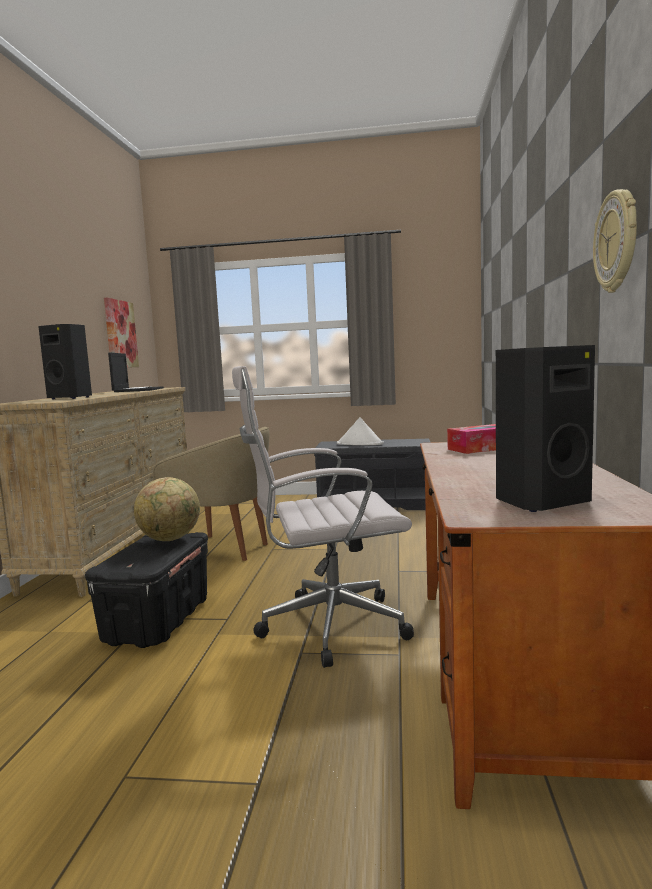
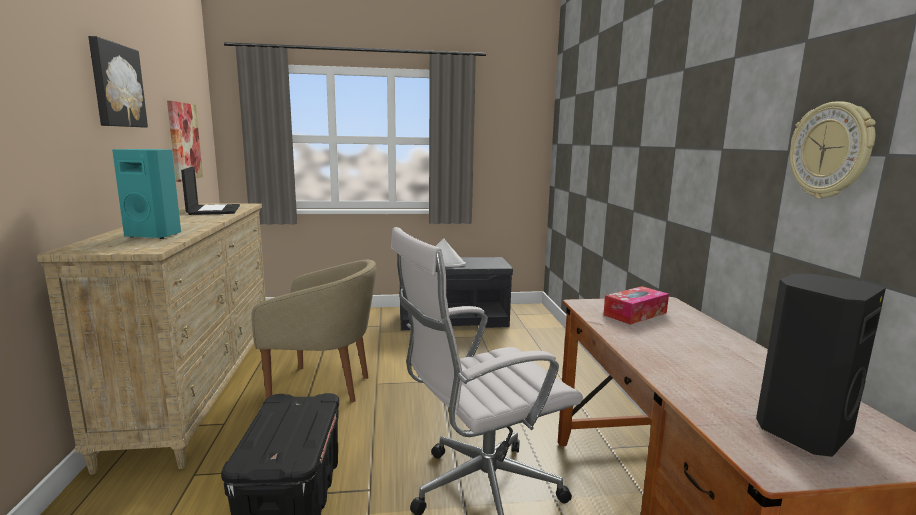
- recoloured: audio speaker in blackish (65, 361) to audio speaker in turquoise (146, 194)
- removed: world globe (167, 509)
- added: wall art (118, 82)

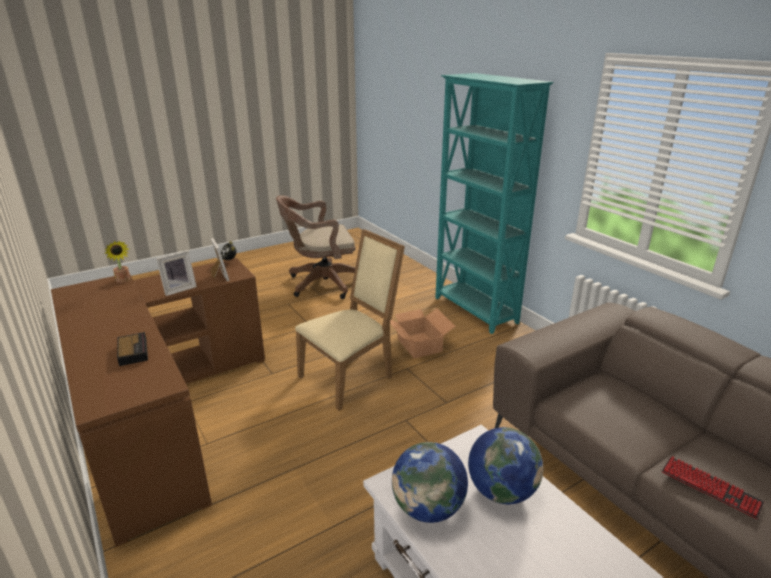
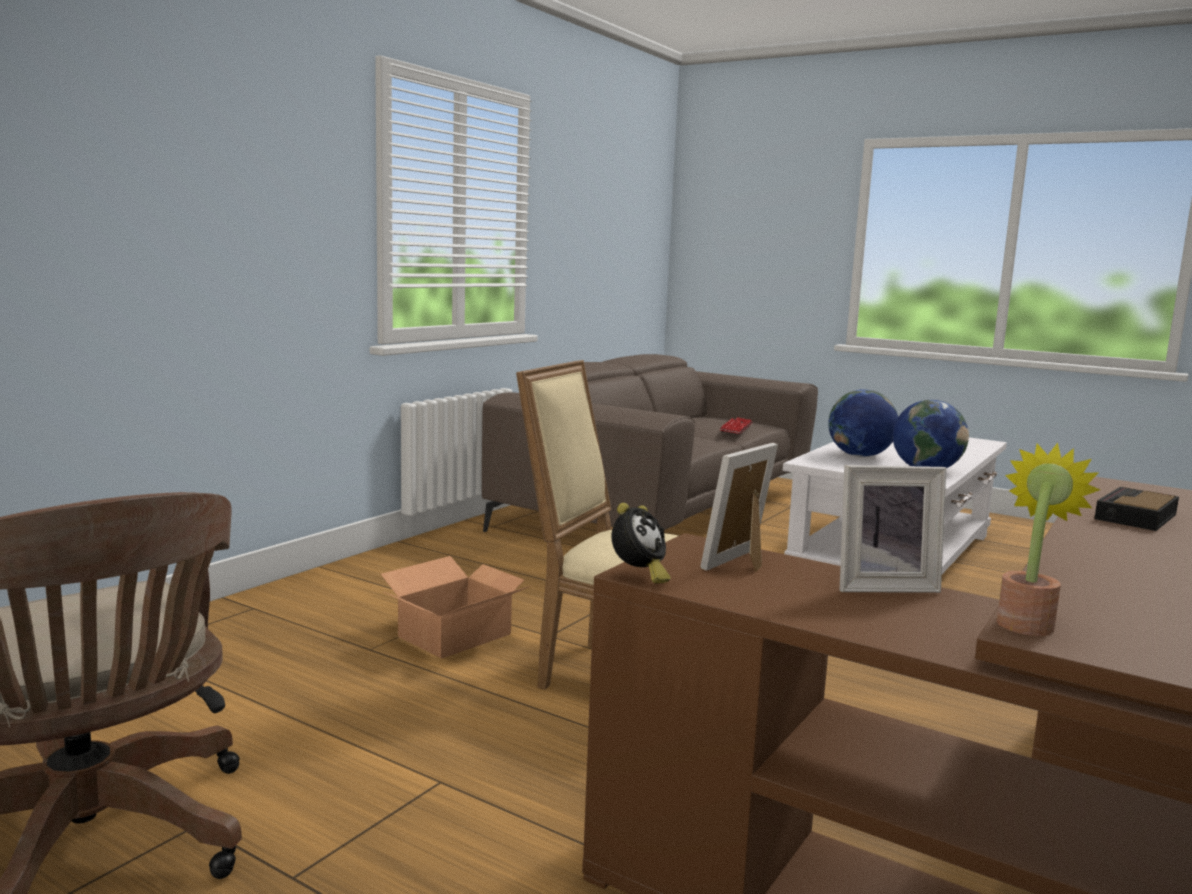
- turned: standing frame (176, 273) = (893, 529) 150 degrees clockwise
- removed: shelving unit in turquoise (494, 203)

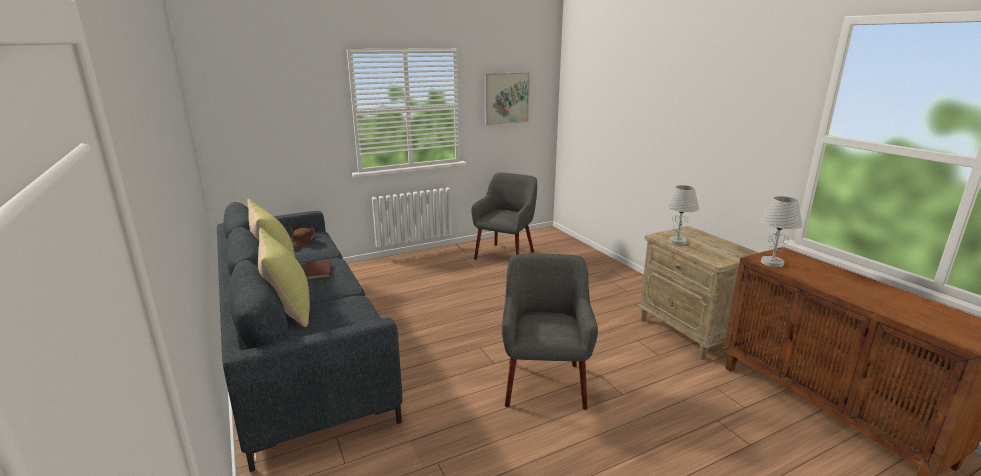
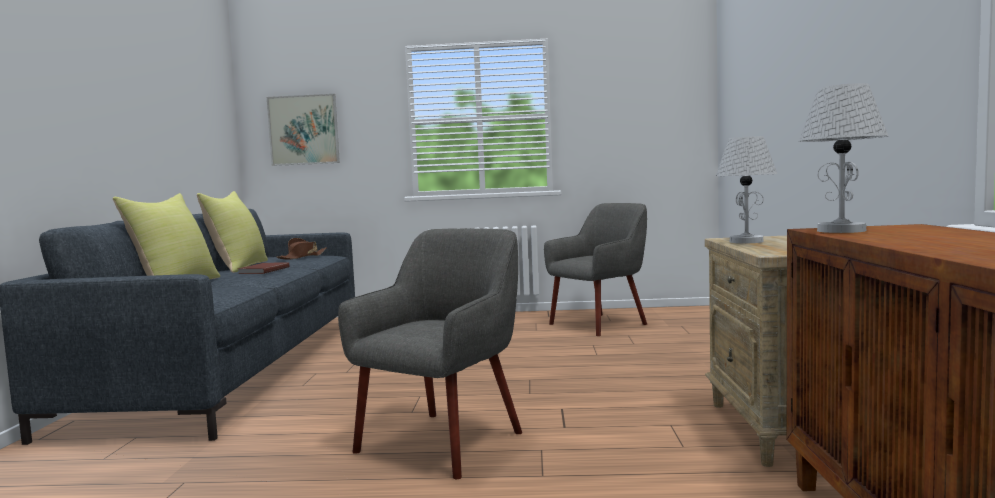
- moved: wall art (507, 98) to (303, 130)

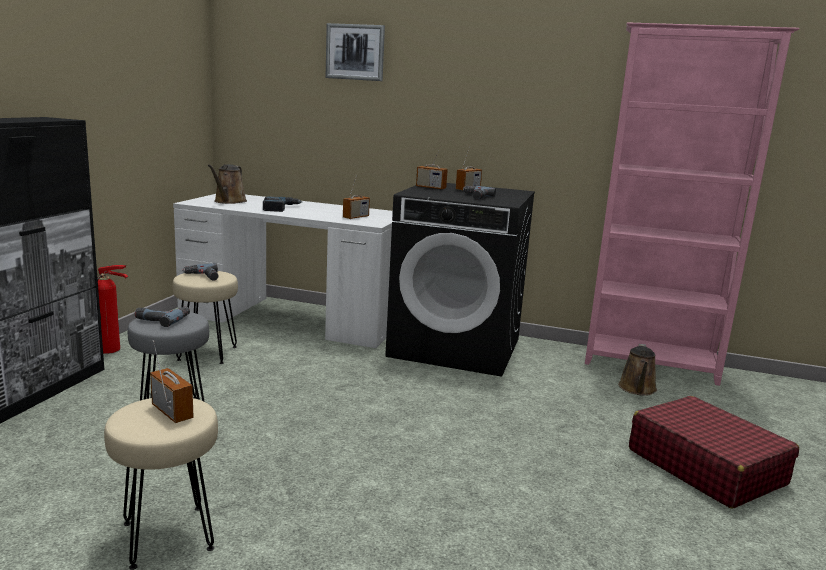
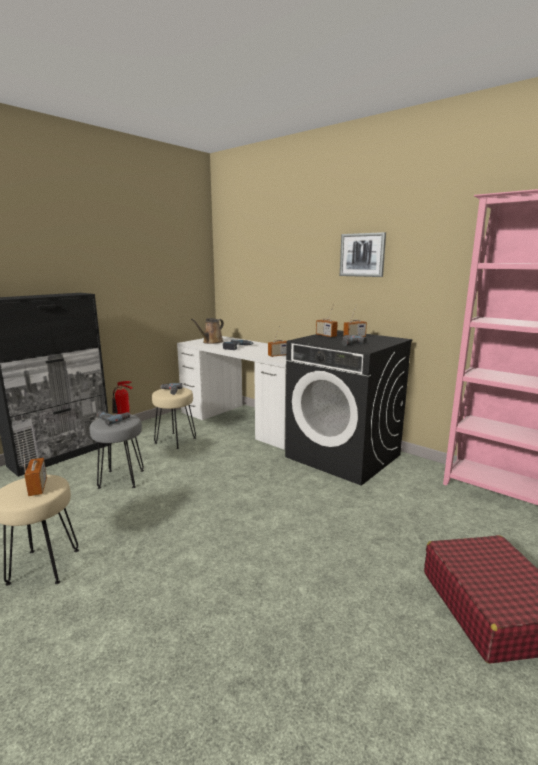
- moved: wall art (355, 52) to (363, 254)
- removed: watering pot in brownish (637, 370)

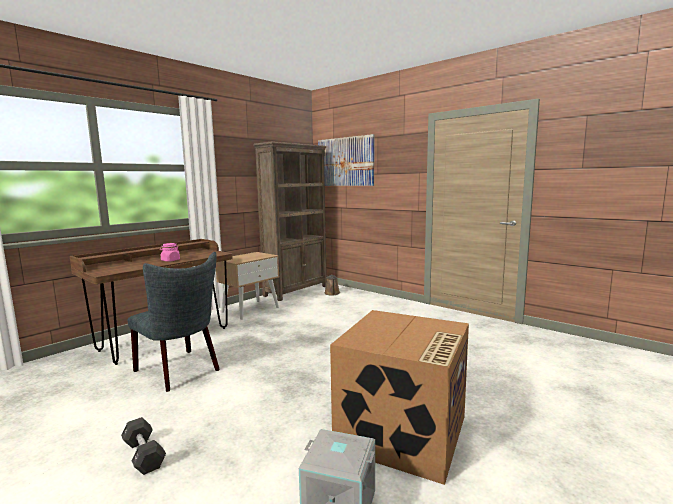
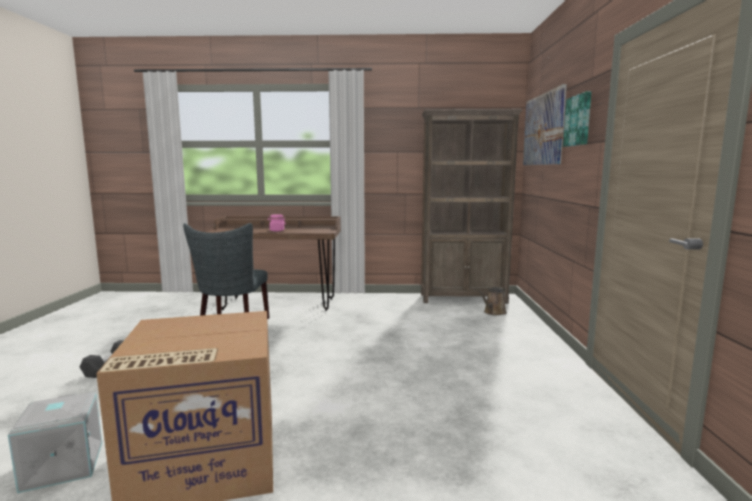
- removed: night table in beige (248, 286)
- added: wall art (577, 119)

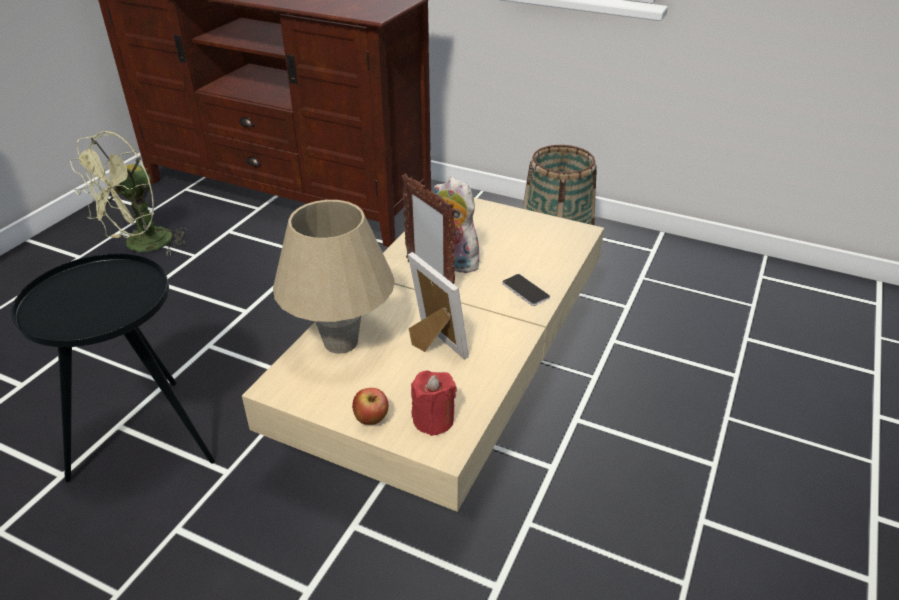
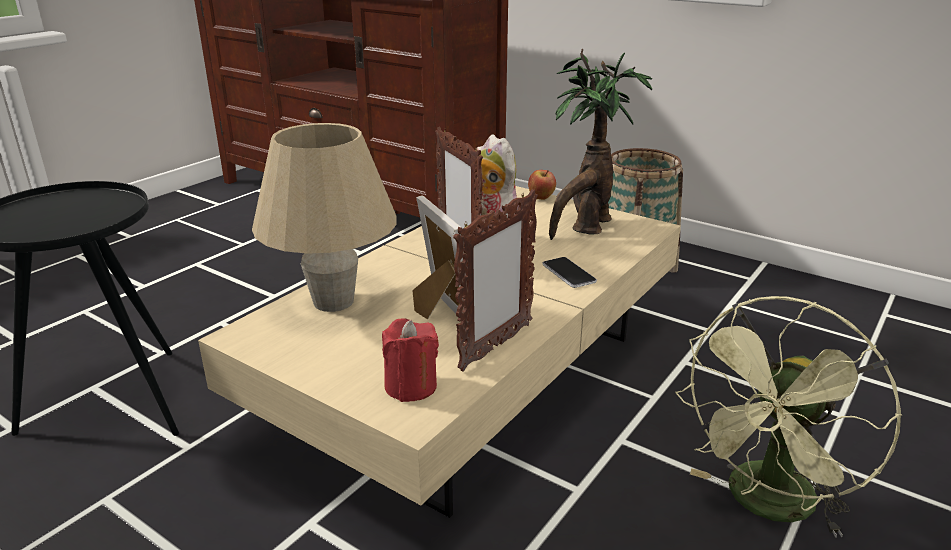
- moved: electric fan in green (128, 193) to (788, 417)
- moved: whole apple (370, 406) to (542, 185)
- added: standing frame (495, 280)
- added: potted plant (600, 144)

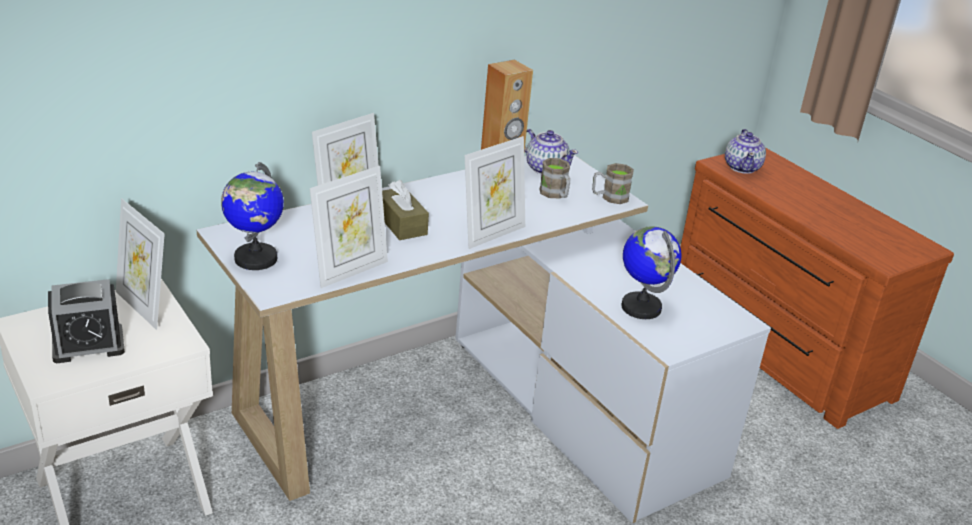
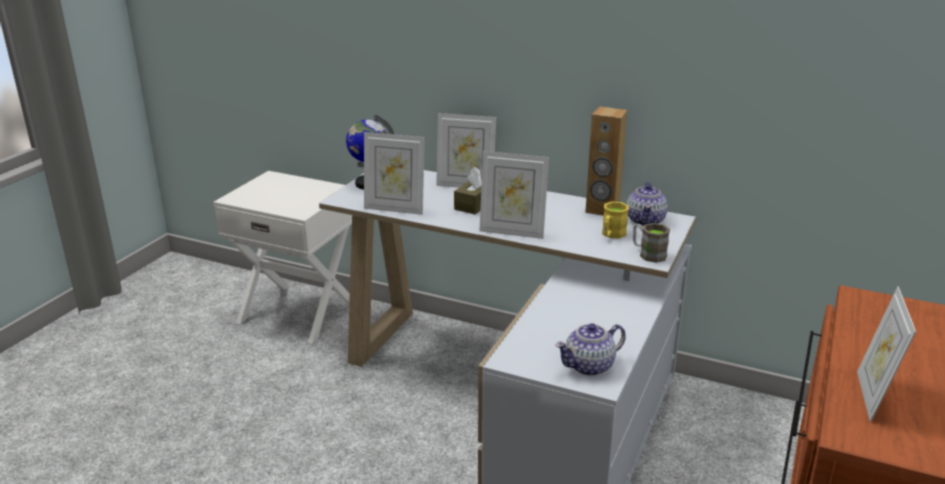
- removed: table clock (86, 321)
- moved: standing frame (140, 264) to (886, 354)
- recoloured: coffee mug in brownish (555, 178) to coffee mug in yellow-coloured (615, 220)
- removed: world globe (652, 272)
- moved: pot for tea (745, 151) to (590, 349)

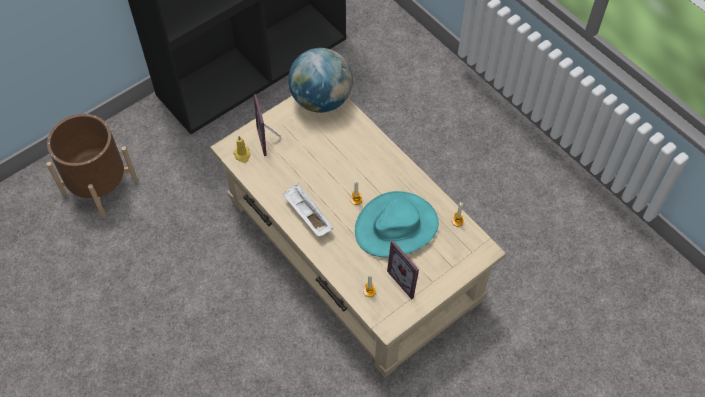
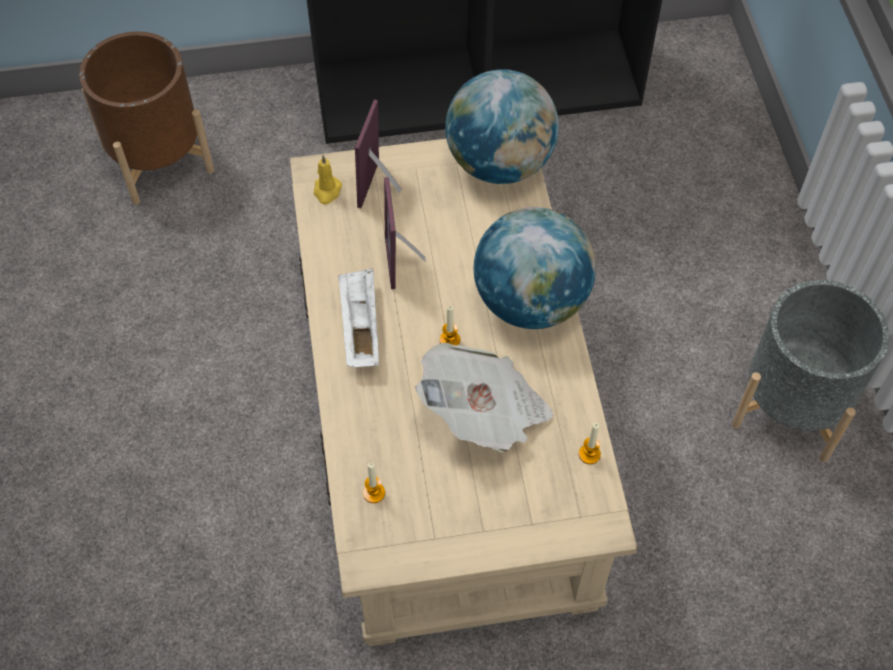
- replaced: wearable hat in turquoise (397, 224) to daily paper (484, 397)
- moved: standing frame (403, 270) to (405, 233)
- added: world globe (534, 268)
- added: flower pot in greyish (810, 371)

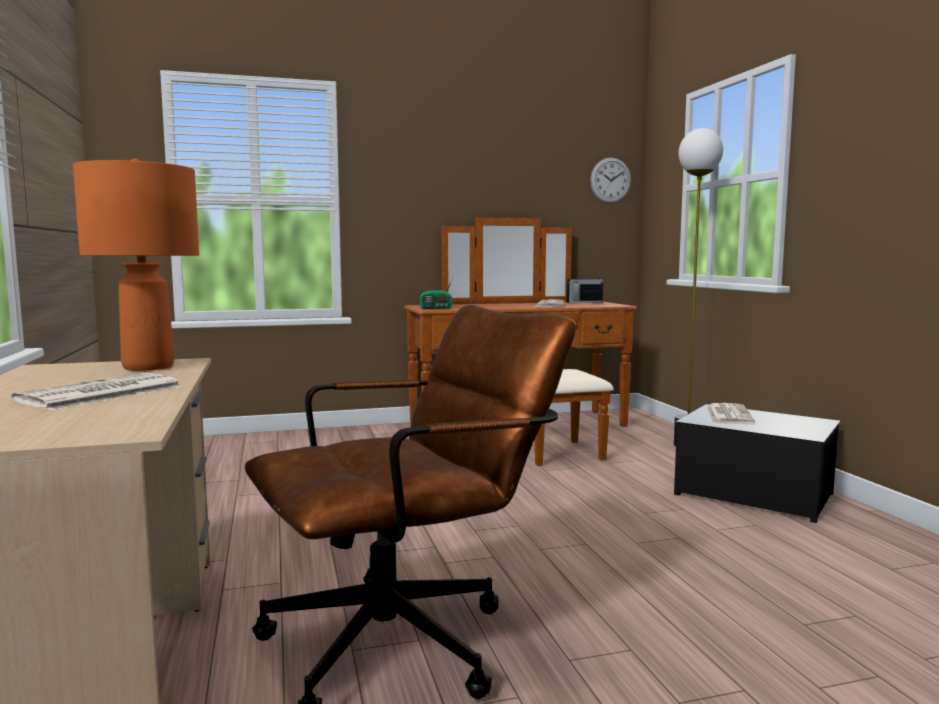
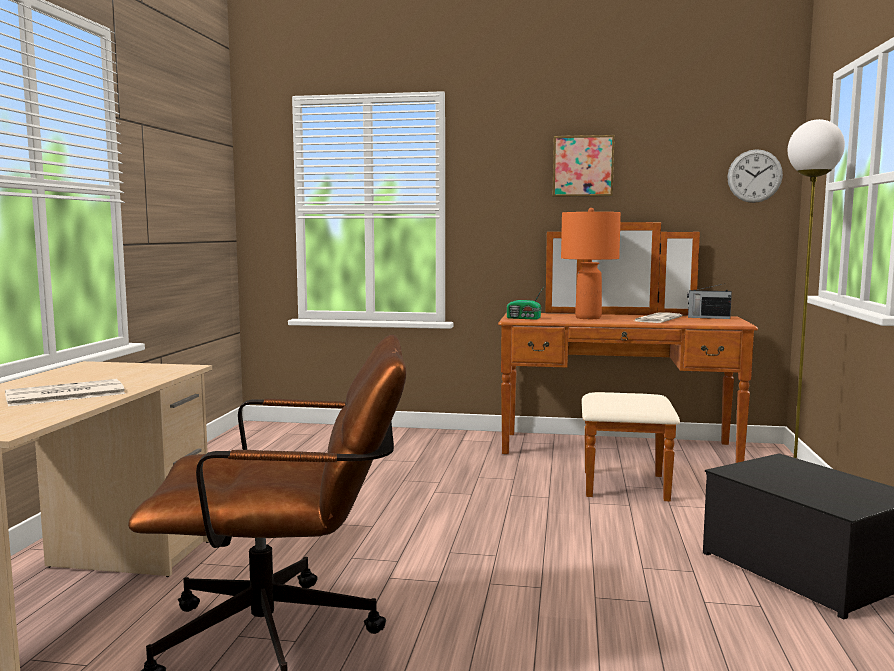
- moved: tabletop lamp in orange (136, 264) to (591, 263)
- removed: daily paper (730, 413)
- added: wall art (583, 166)

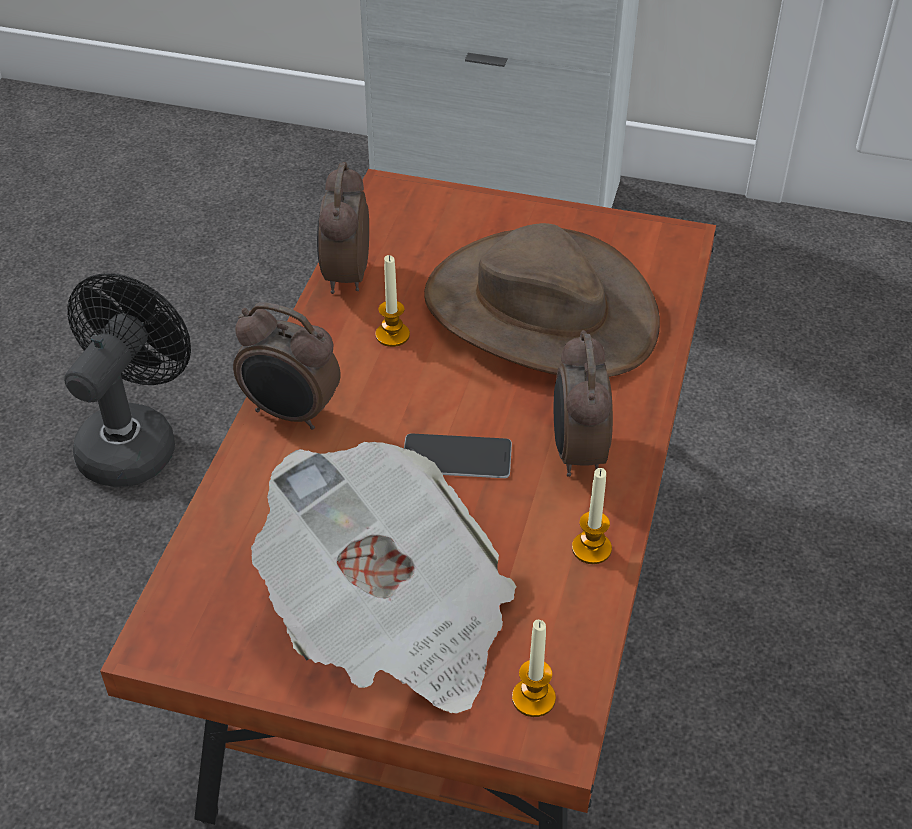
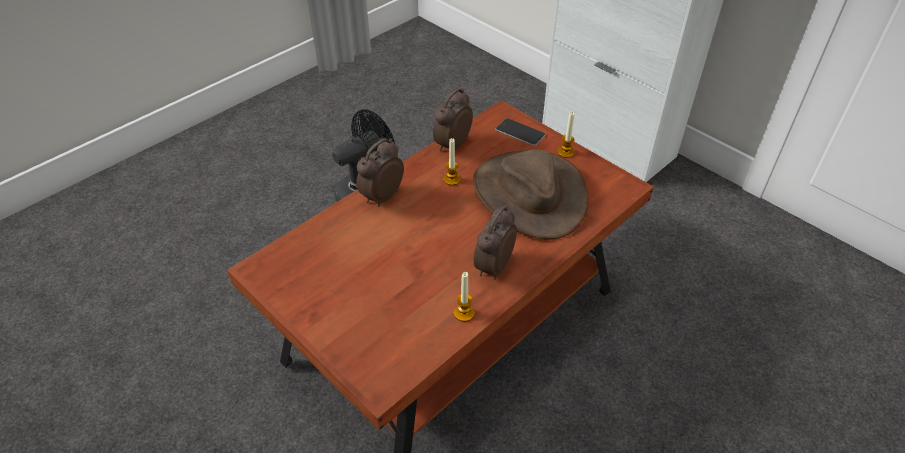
- turned: table clock (287, 366) = (380, 172) 75 degrees clockwise
- removed: daily paper (383, 578)
- moved: telephone (458, 456) to (520, 132)
- moved: wax light (534, 668) to (566, 135)

